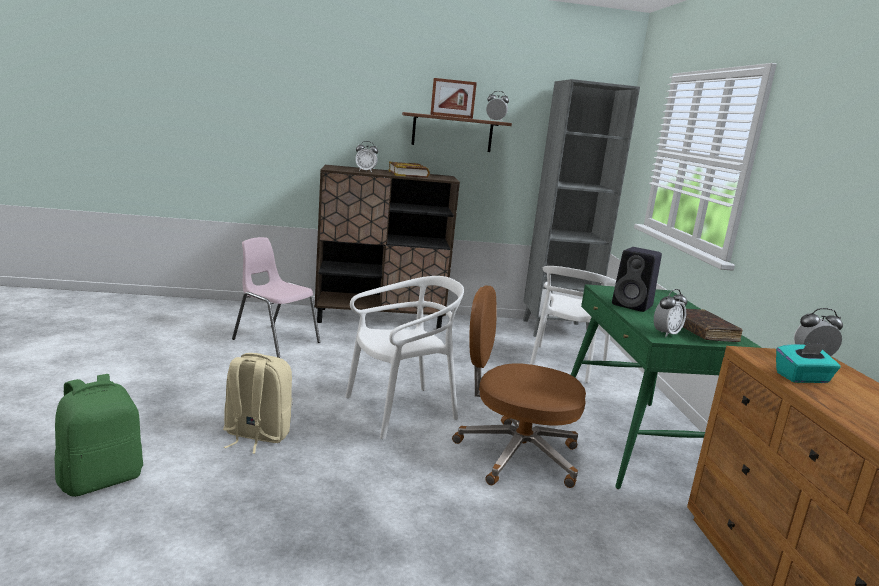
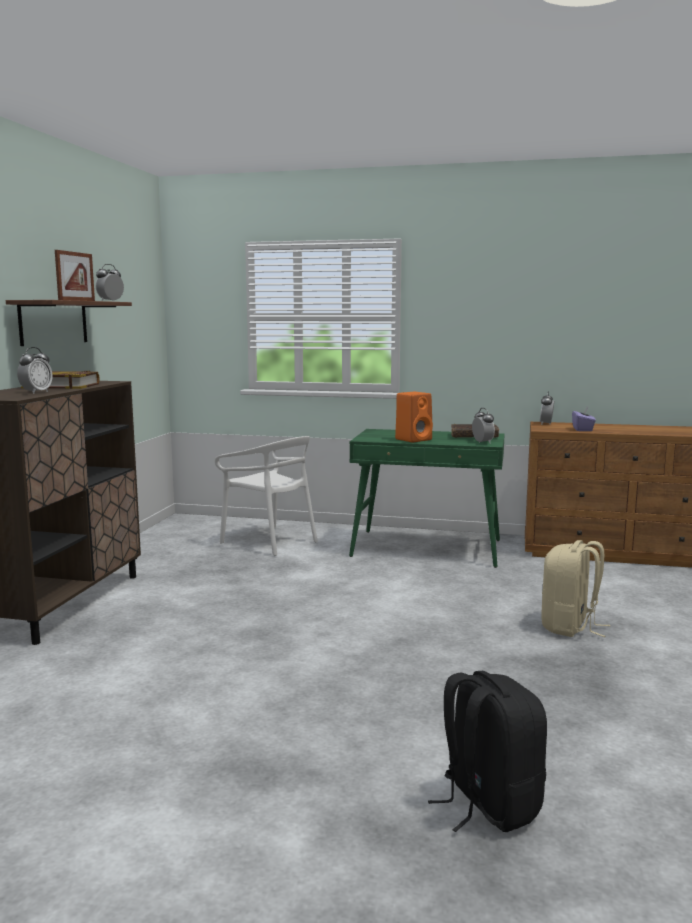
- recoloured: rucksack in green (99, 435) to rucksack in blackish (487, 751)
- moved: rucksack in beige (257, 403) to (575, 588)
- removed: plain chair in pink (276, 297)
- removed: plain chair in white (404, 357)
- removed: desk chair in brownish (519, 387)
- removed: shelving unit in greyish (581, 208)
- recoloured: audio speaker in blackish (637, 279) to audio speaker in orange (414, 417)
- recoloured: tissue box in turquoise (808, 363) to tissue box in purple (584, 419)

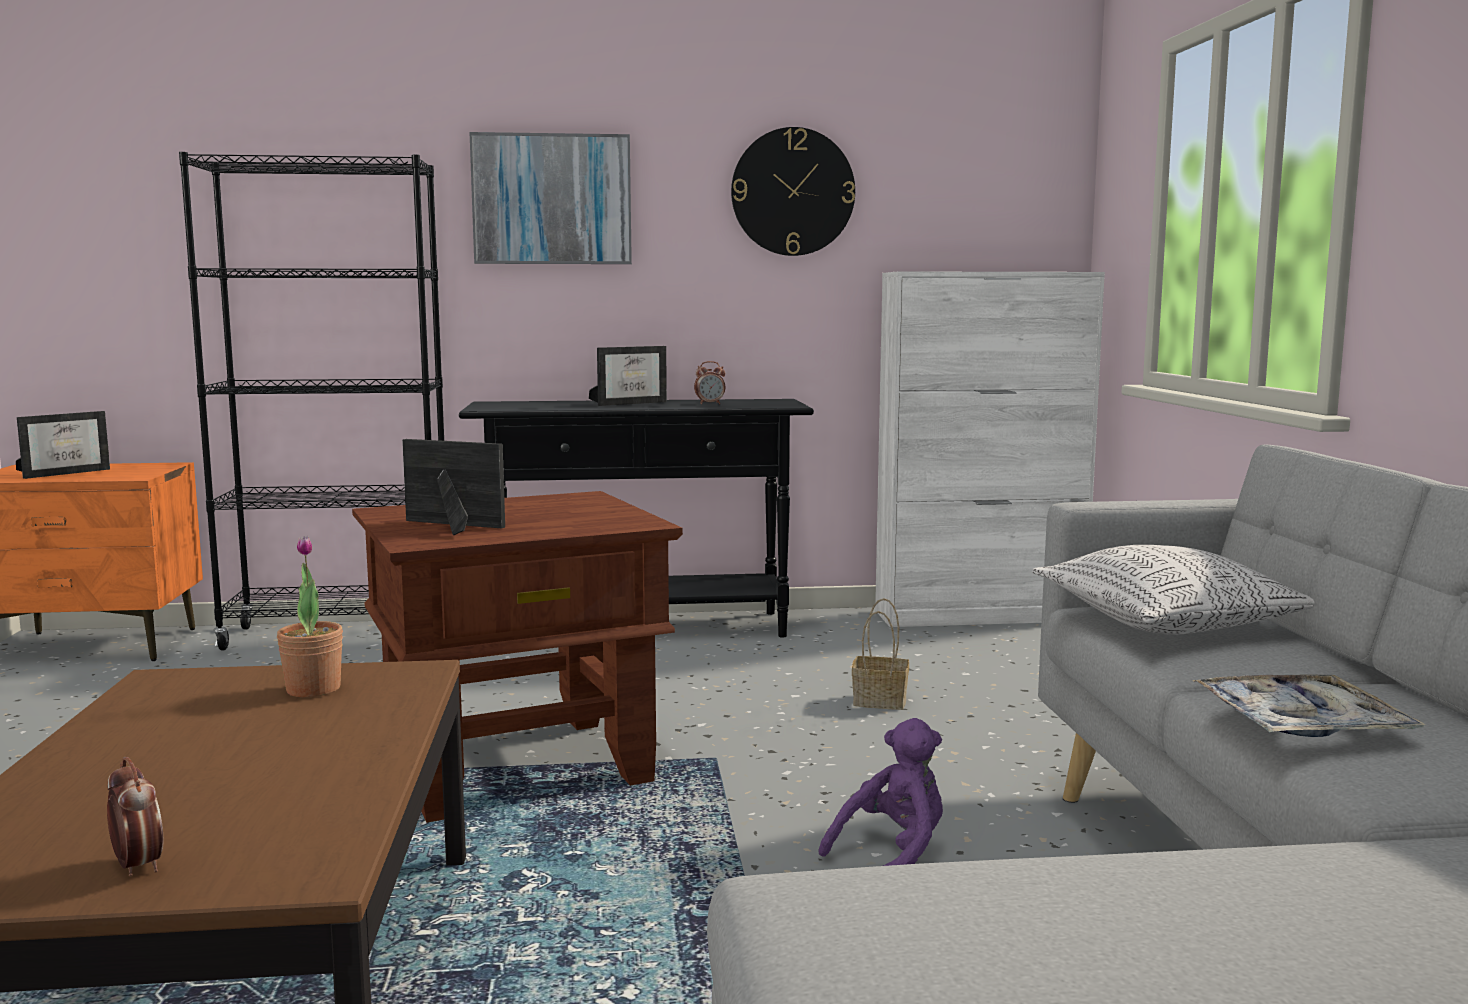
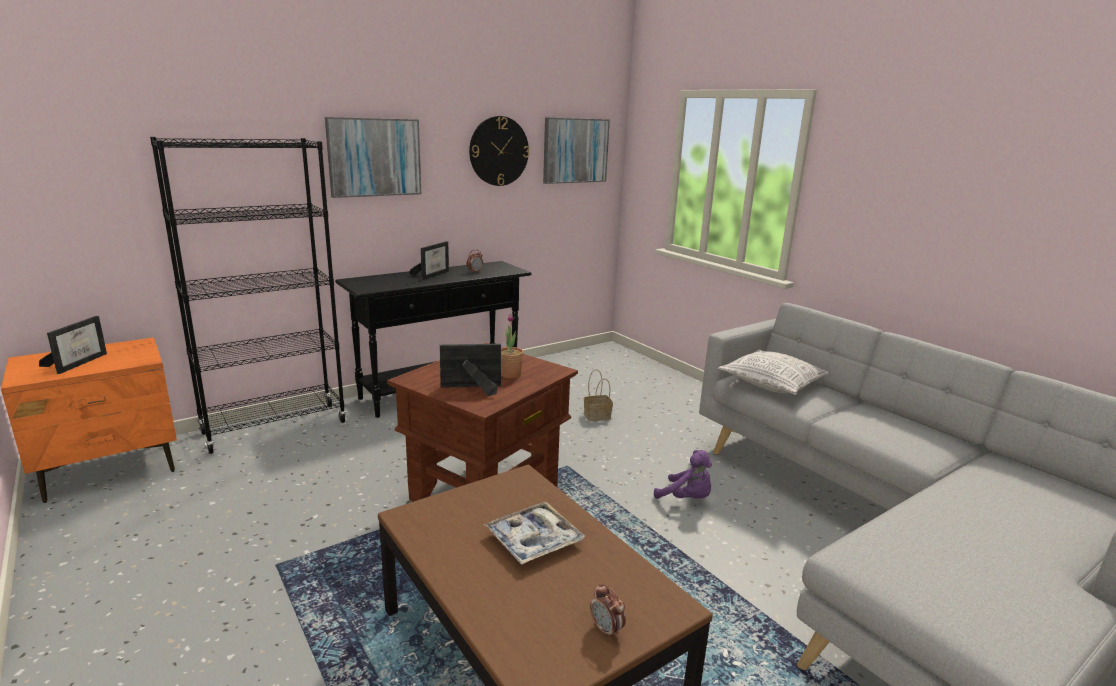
- turned: table clock (135, 817) = (608, 612) 150 degrees counterclockwise
- moved: potted plant (310, 616) to (512, 346)
- turned: soft toy in purple (881, 792) = (683, 474) 105 degrees clockwise
- removed: cabinet in white (990, 449)
- moved: tray (1309, 705) to (534, 533)
- added: wall art (576, 150)

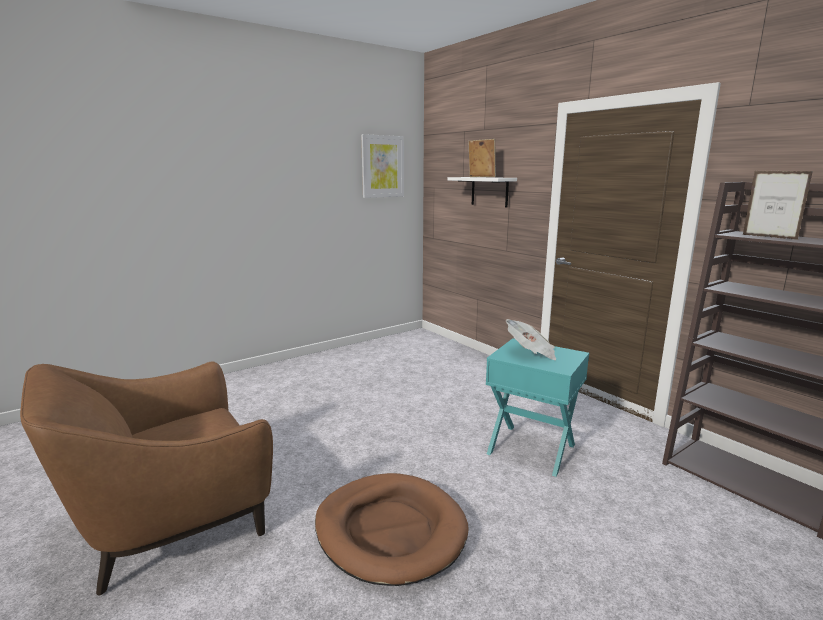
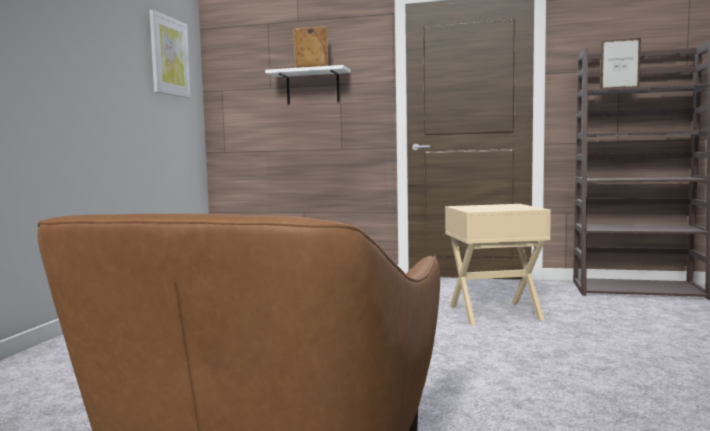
- removed: dog cushion in brownish (392, 529)
- recoloured: side table in turquoise (537, 407) to side table in beige (498, 264)
- removed: daily paper (530, 339)

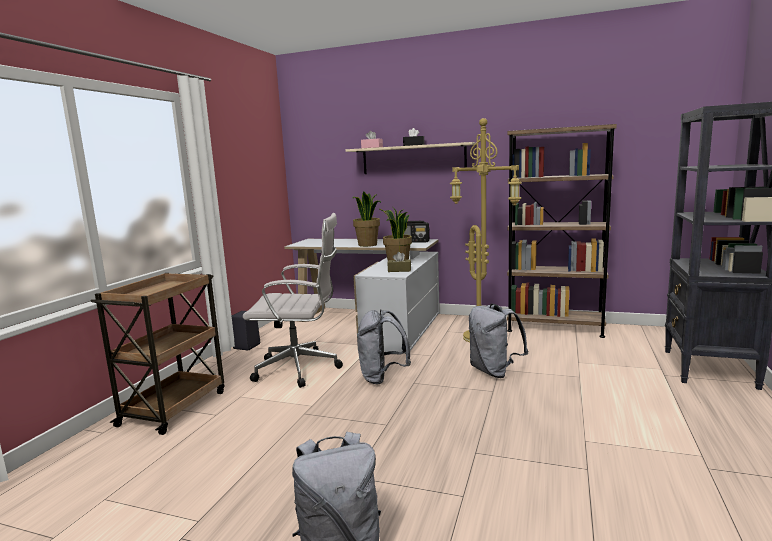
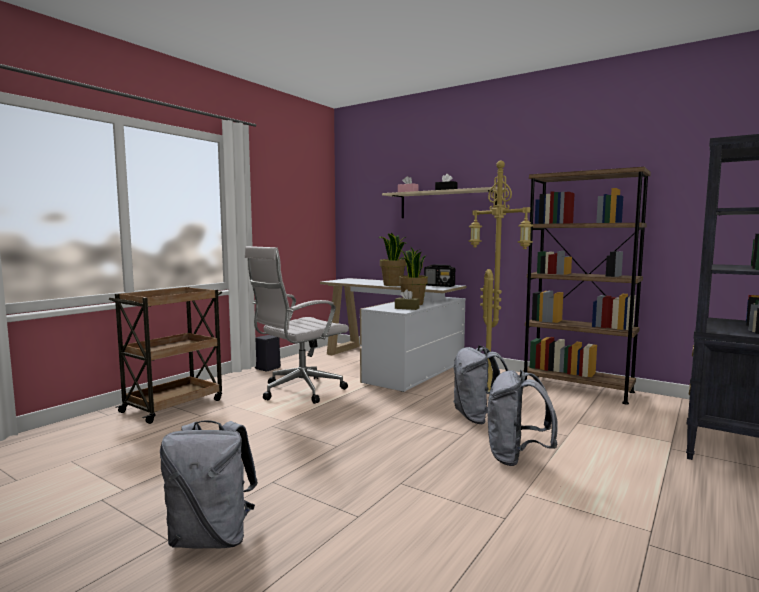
- turned: desk chair in white (293, 300) = (297, 325) 120 degrees clockwise
- moved: rucksack in greyish (384, 346) to (522, 418)

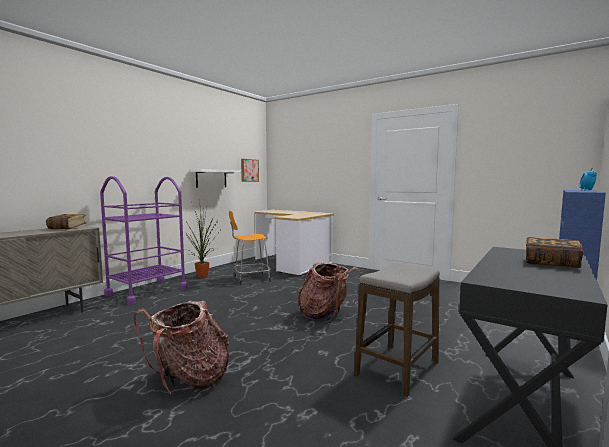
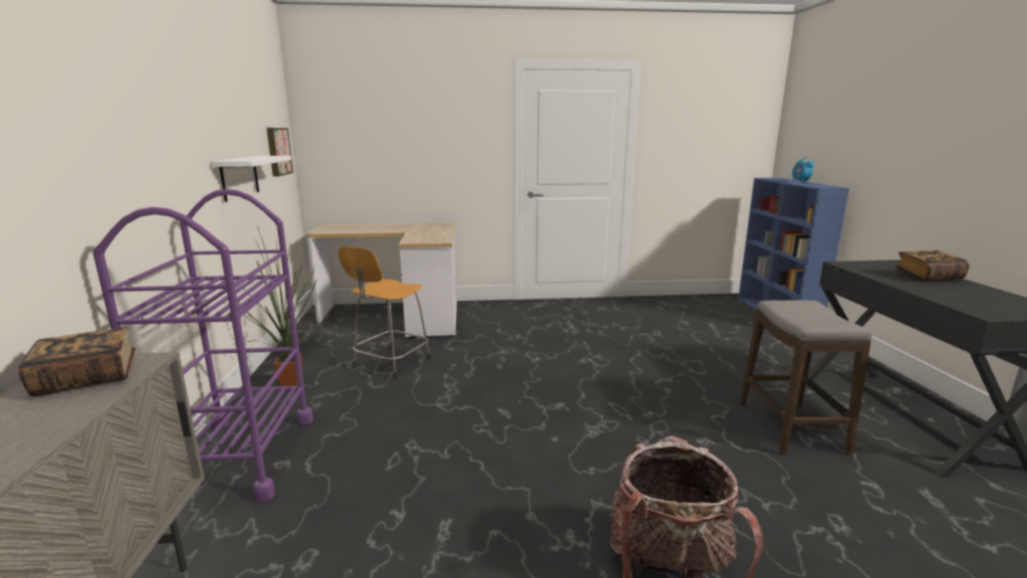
- removed: rucksack (330, 292)

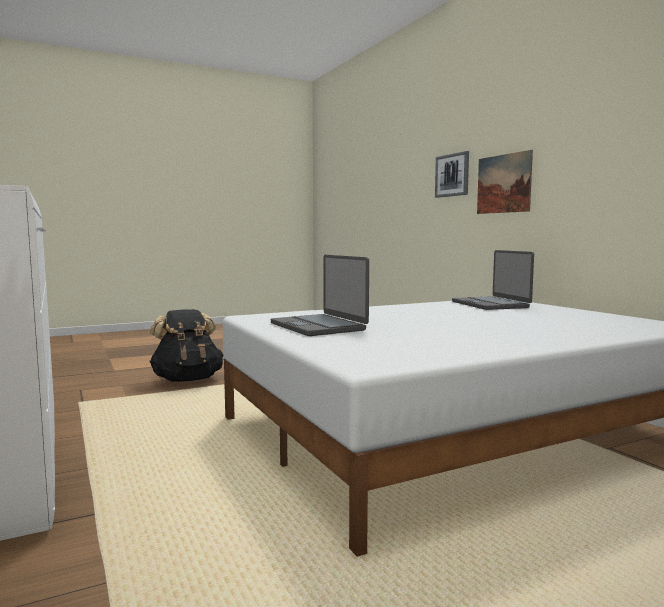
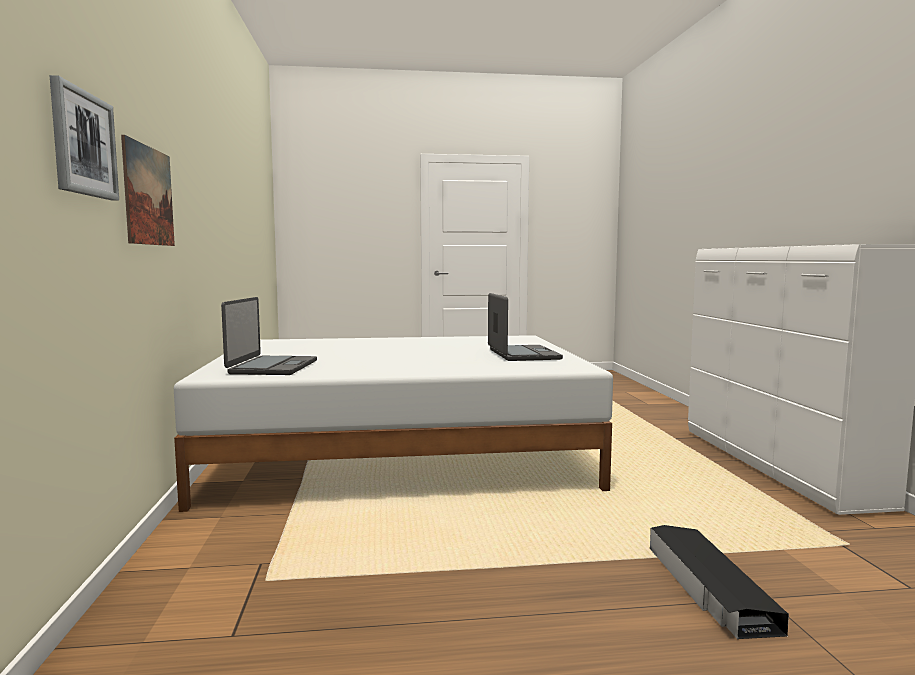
- replaced: rucksack in blackish (186, 345) to storage box in blackish (719, 582)

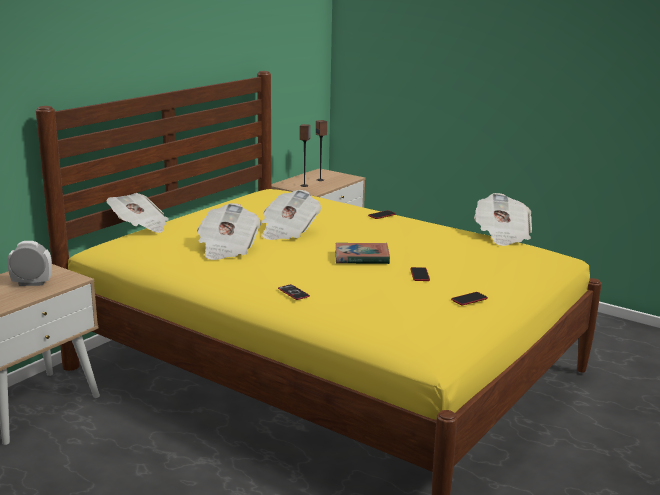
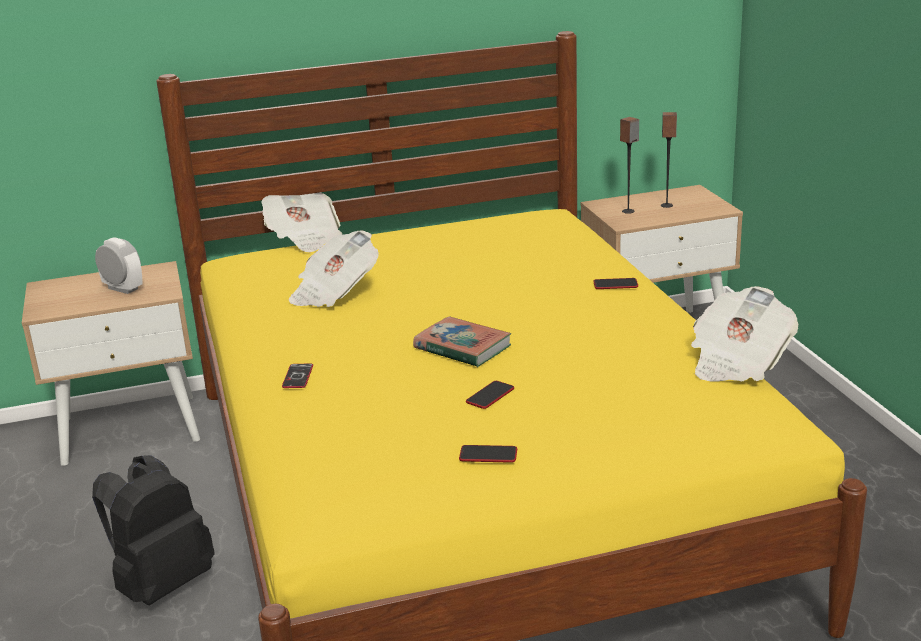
- removed: daily paper (291, 215)
- added: rucksack in blackish (153, 530)

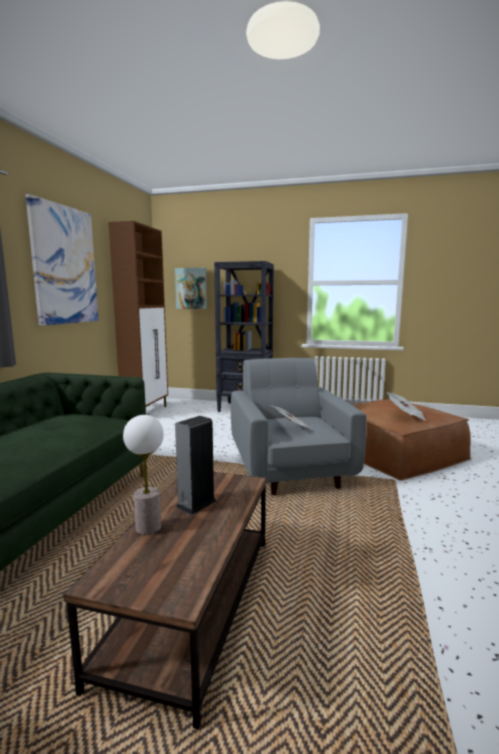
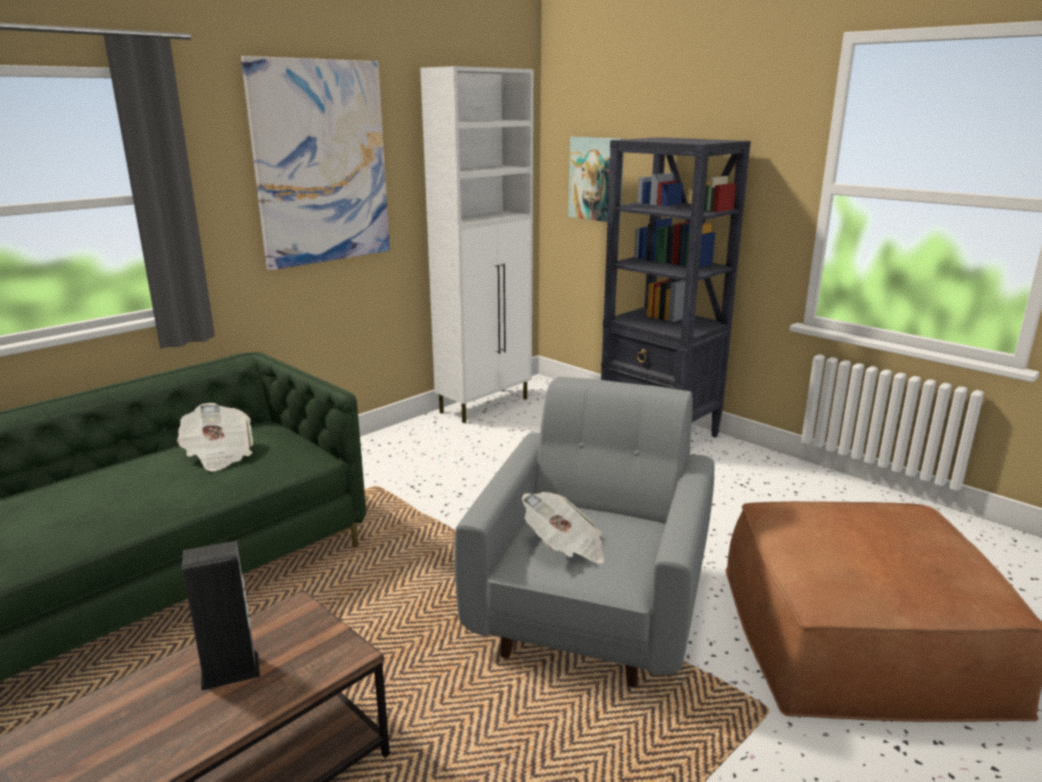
- recoloured: cabinet in brownish (138, 314) to cabinet in white (476, 244)
- removed: tabletop lamp (143, 475)
- moved: daily paper (406, 406) to (215, 437)

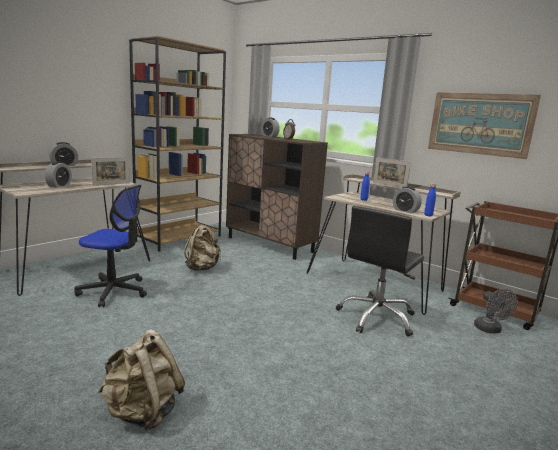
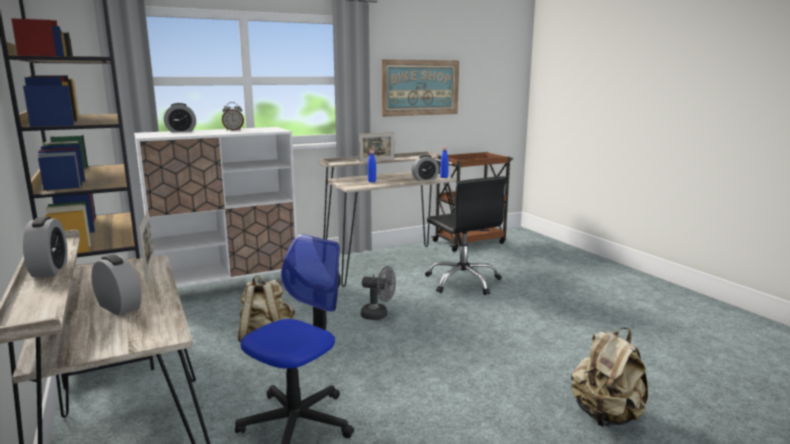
- recoloured: cabinet in brownish (277, 197) to cabinet in white (215, 207)
- moved: electric fan in greyish (496, 311) to (378, 293)

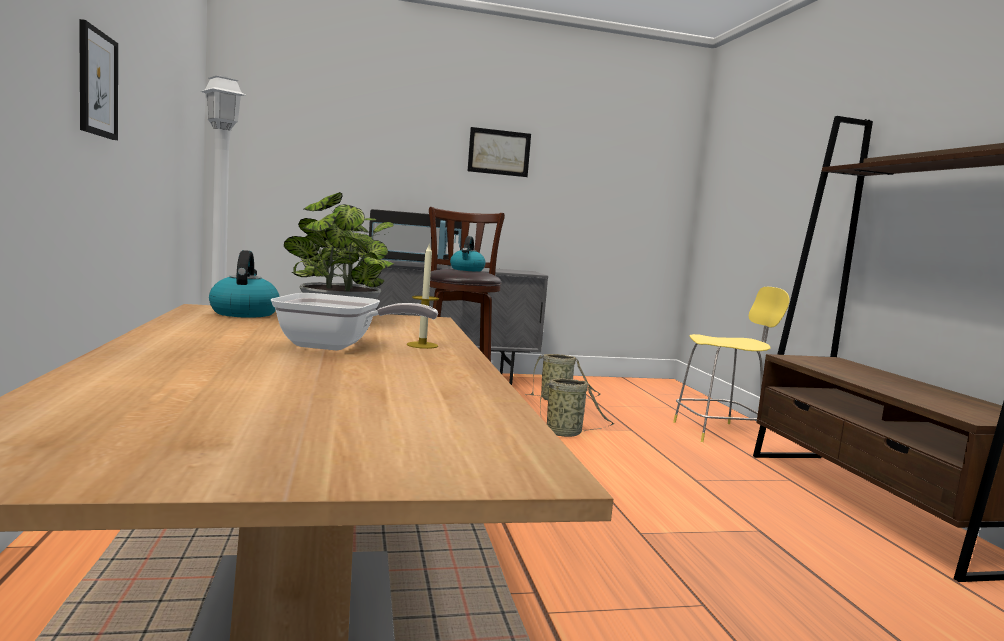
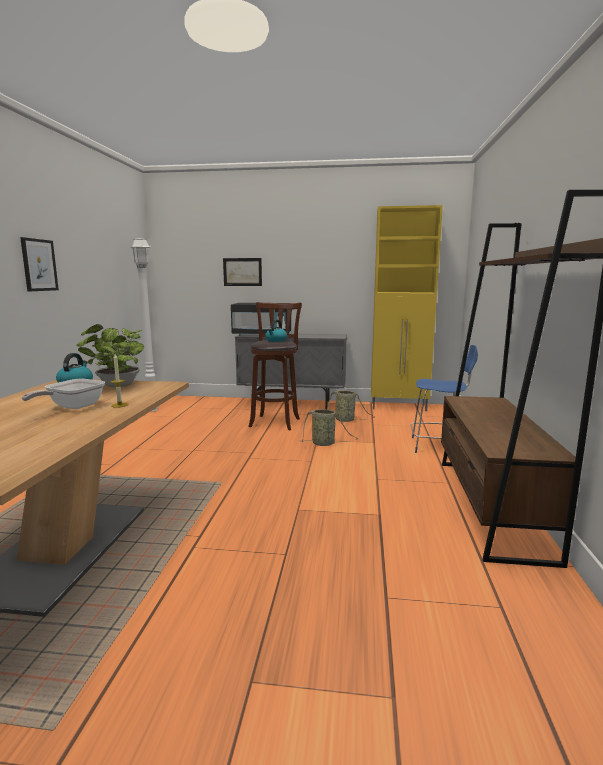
- turned: pan (354, 322) = (63, 394) 90 degrees clockwise
- moved: wall art (499, 152) to (242, 272)
- recoloured: stool in yellow-coloured (731, 364) to stool in bluish (444, 399)
- added: cabinet in yellow-coloured (407, 308)

